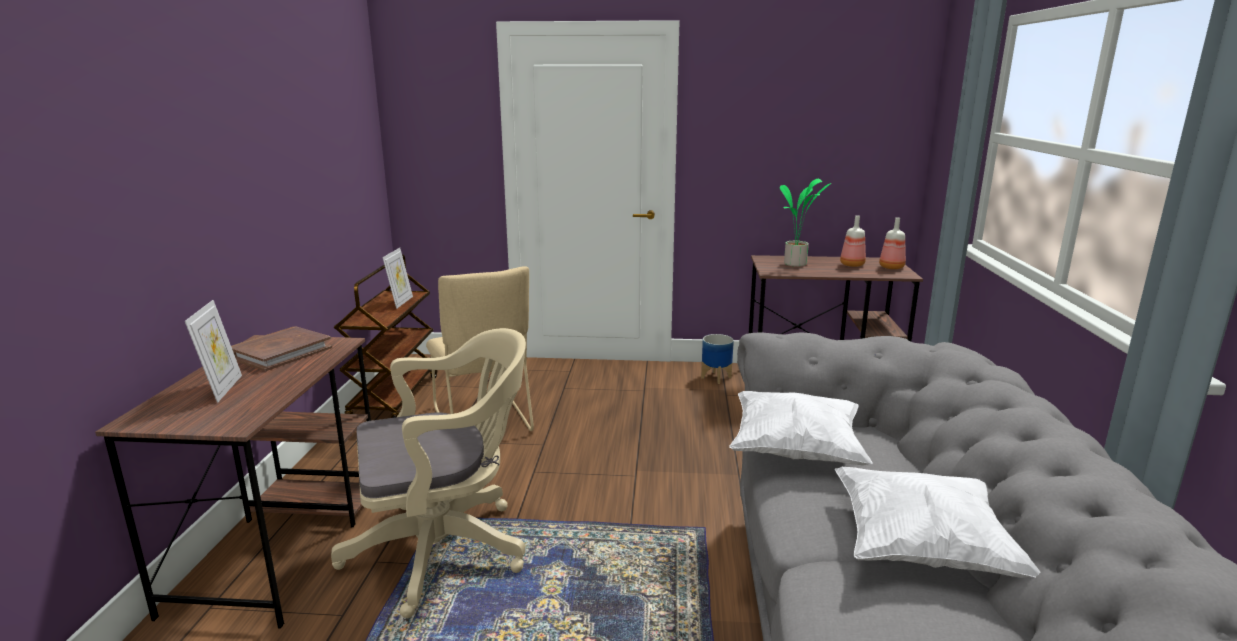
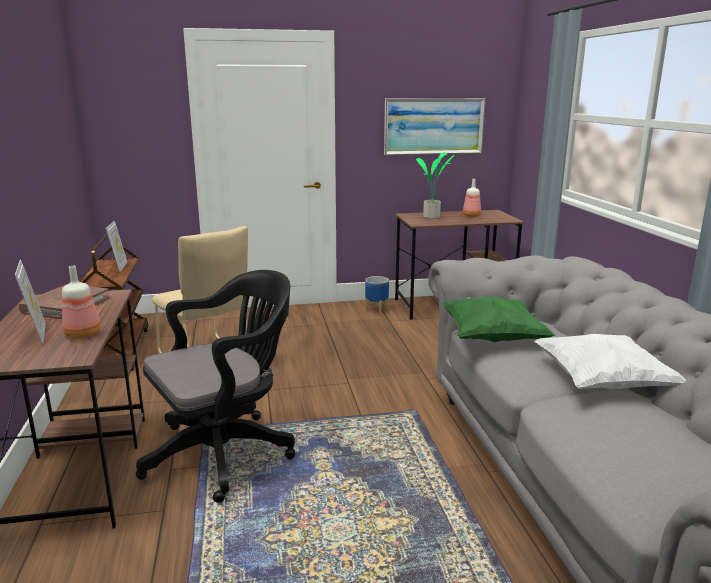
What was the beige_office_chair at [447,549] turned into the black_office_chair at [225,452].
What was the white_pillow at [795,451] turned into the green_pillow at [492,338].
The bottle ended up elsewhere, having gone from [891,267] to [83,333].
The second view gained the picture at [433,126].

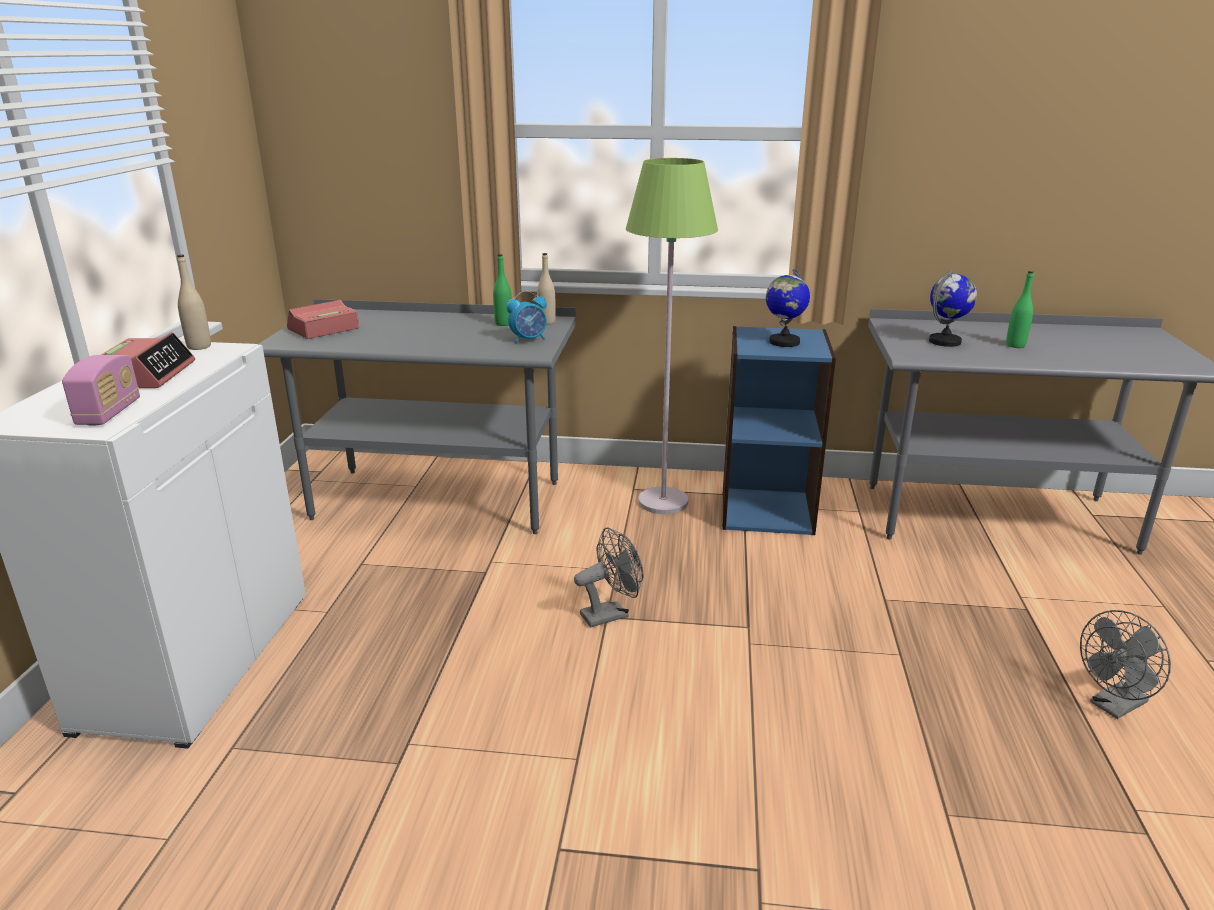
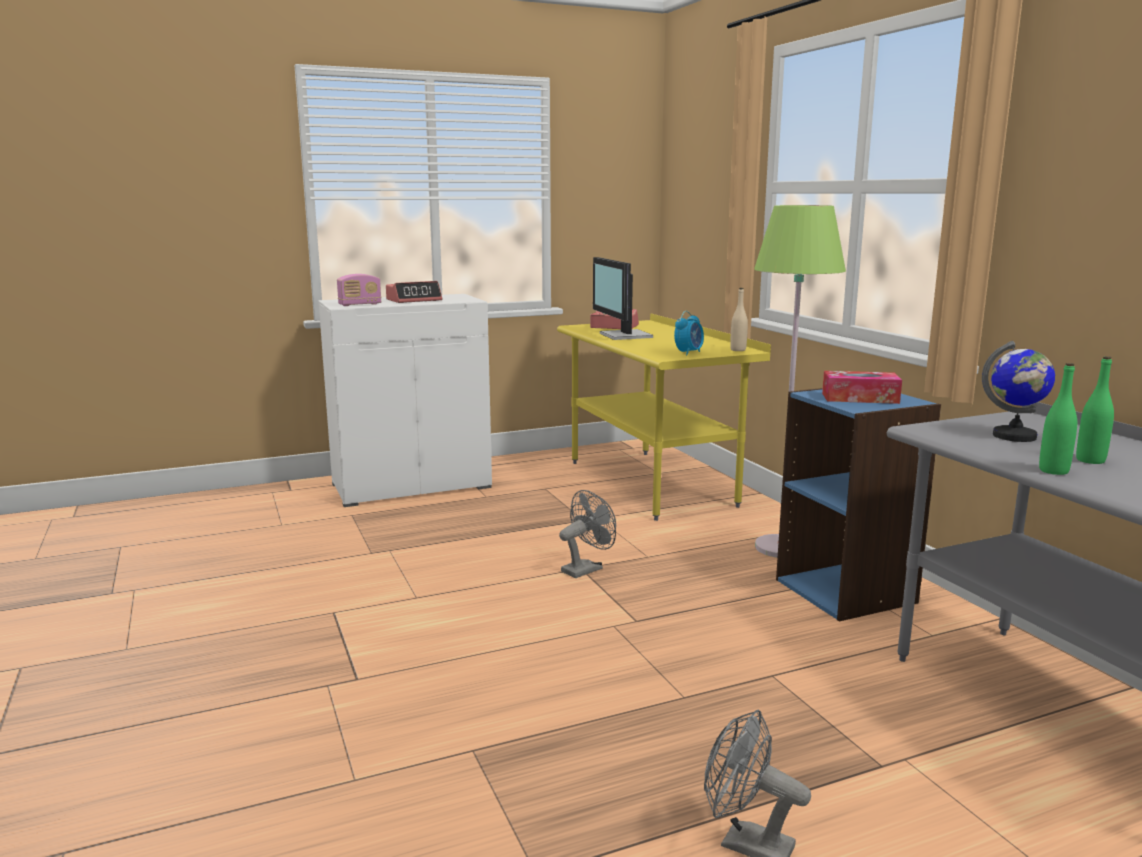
The second view lost the beige_bottle at [199,346].
What was the grey_desk at [438,500] turned into the yellow_desk at [651,483].
The green_bottle ended up elsewhere, having gone from [503,323] to [1053,471].
The alarm_clock at [529,340] ended up facing another way, 90 degrees counterclockwise from before.
The grey_fan at [611,614] ended up facing another way, 75 degrees counterclockwise from before.
Where the globe stood at [783,342], the tissue_box came to stand at [860,398].
The second view gained the monitor at [624,336].

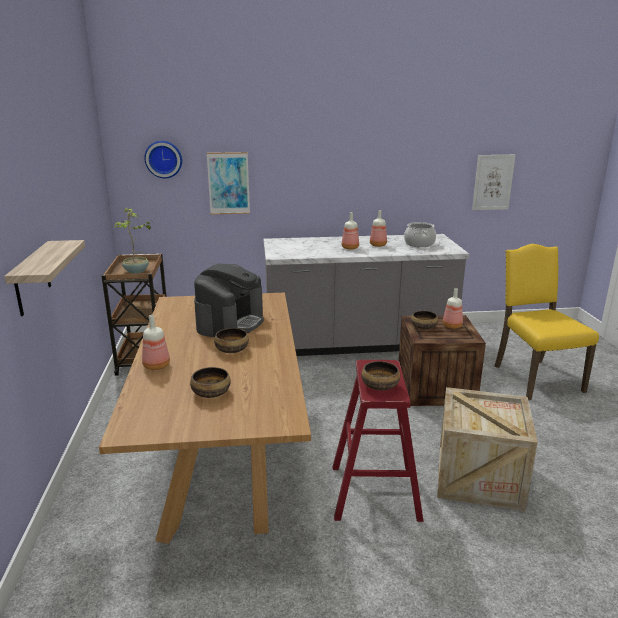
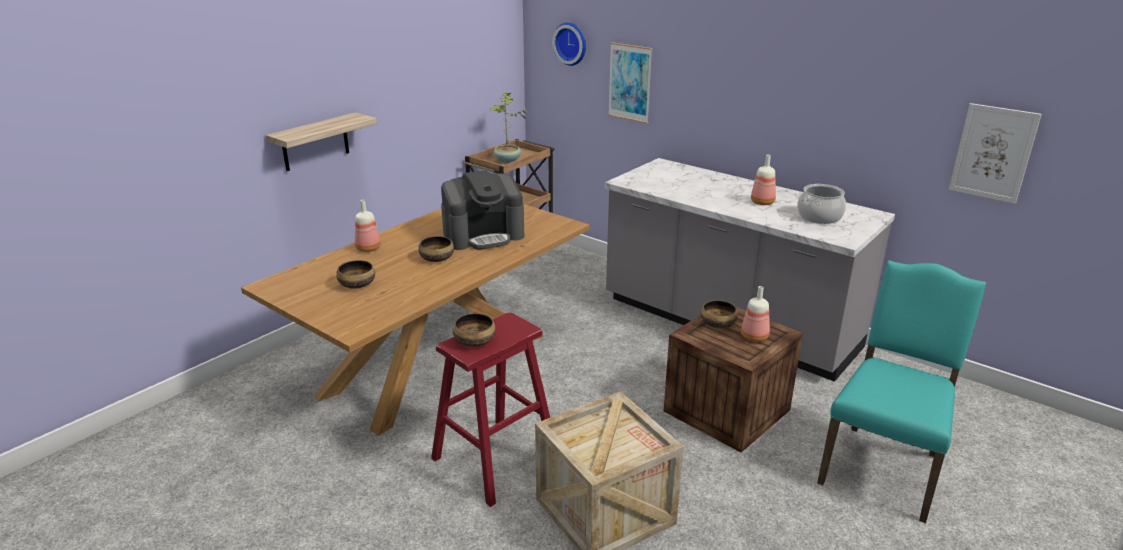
The second view lost the bottle at [349,248].
What was the yellow_chair at [534,378] turned into the turquoise_chair at [882,467].

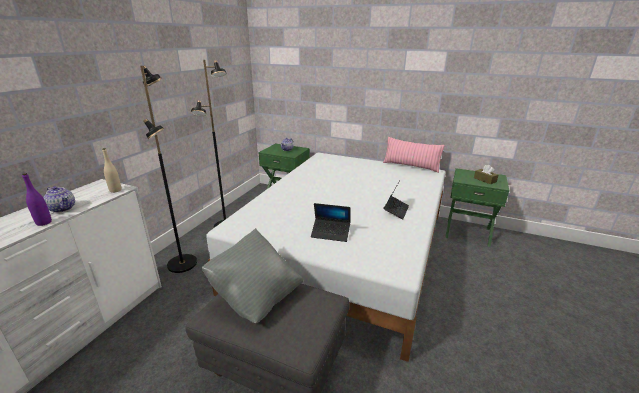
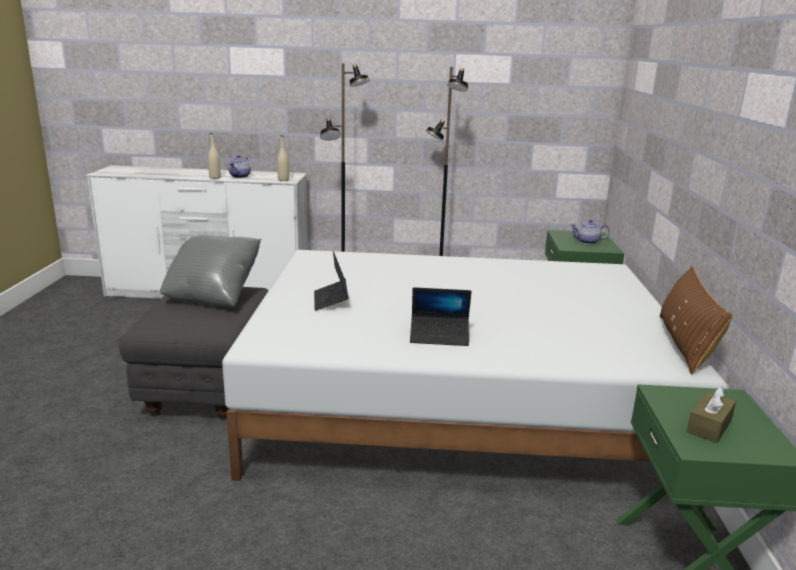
What was the purple_bottle at [44,222] turned into the beige_bottle at [215,177].
What was the pink_pillow at [410,166] turned into the brown_pillow at [685,343].

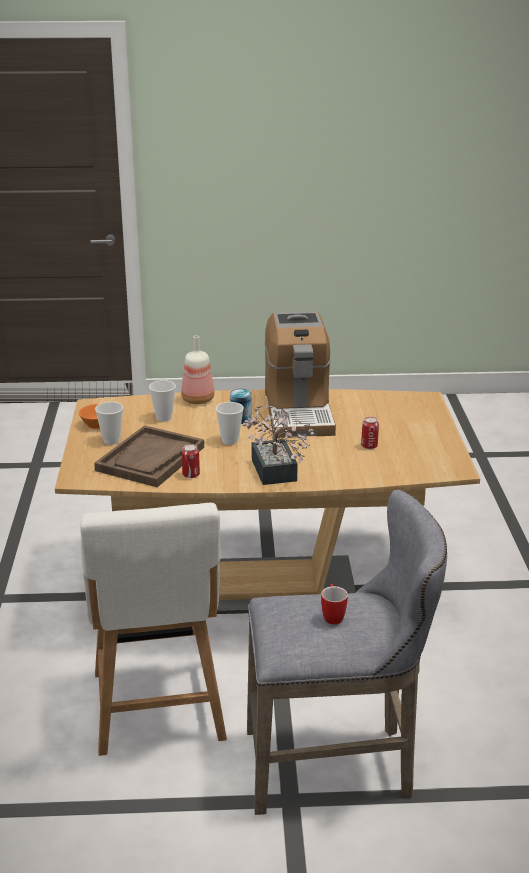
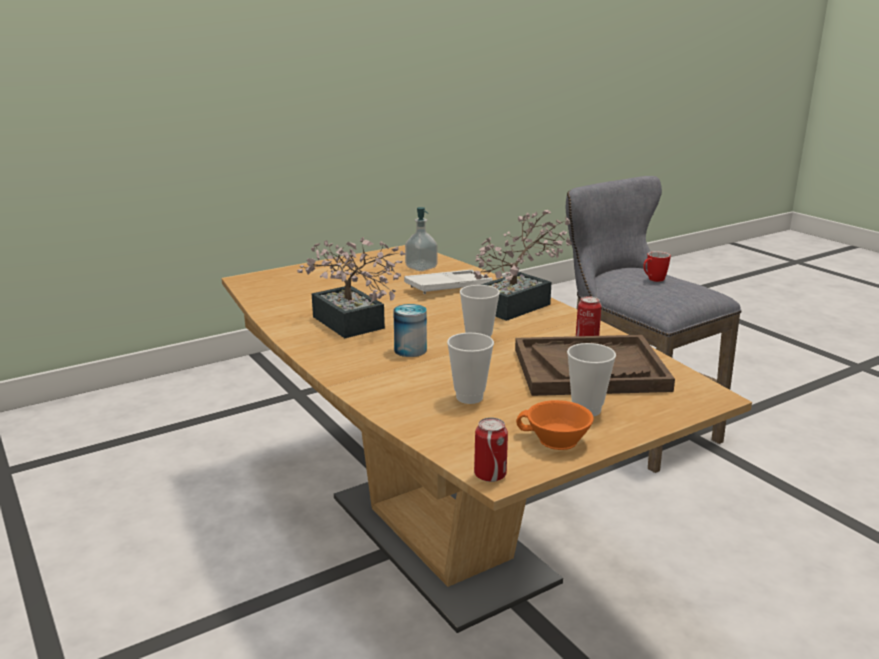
The second view lost the white_chair at [158,711].
The second view lost the bottle at [197,400].
Where the coffee_machine stood at [298,412], the potted_plant came to stand at [352,325].
The can ended up elsewhere, having gone from [369,446] to [490,475].
The second view gained the white_tray at [448,287].
The second view gained the soap_dispenser at [421,267].

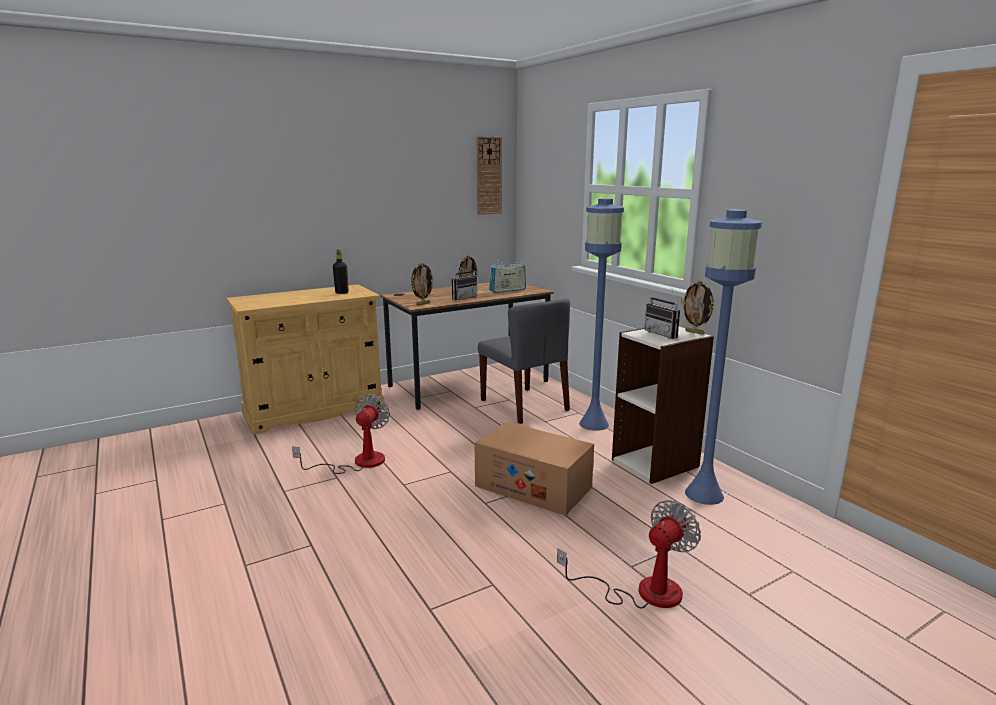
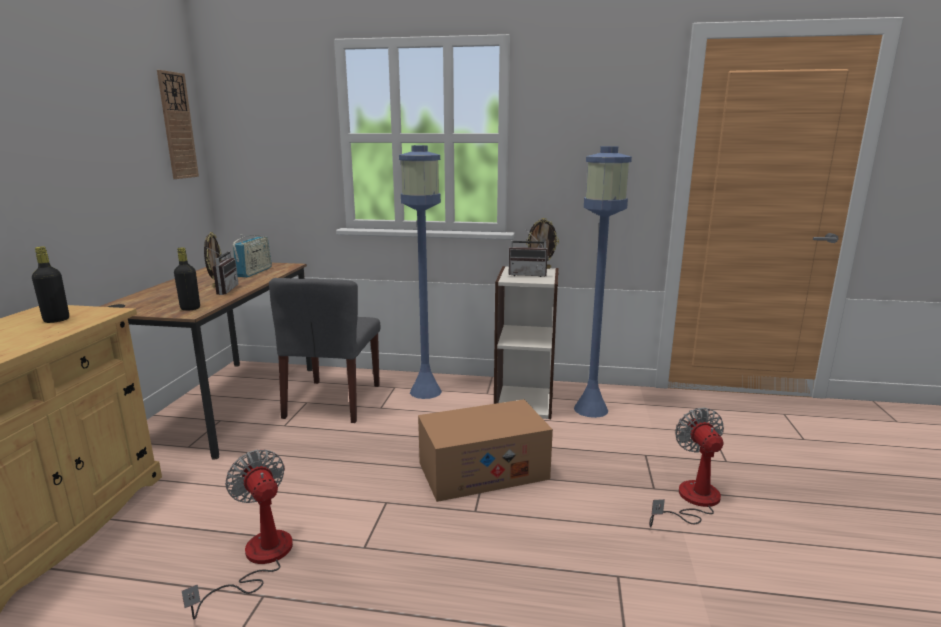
Where the picture_frame stood at [423,304], the black_bottle came to stand at [190,308].
The grey_chair at [524,405] ended up facing another way, 90 degrees clockwise from before.

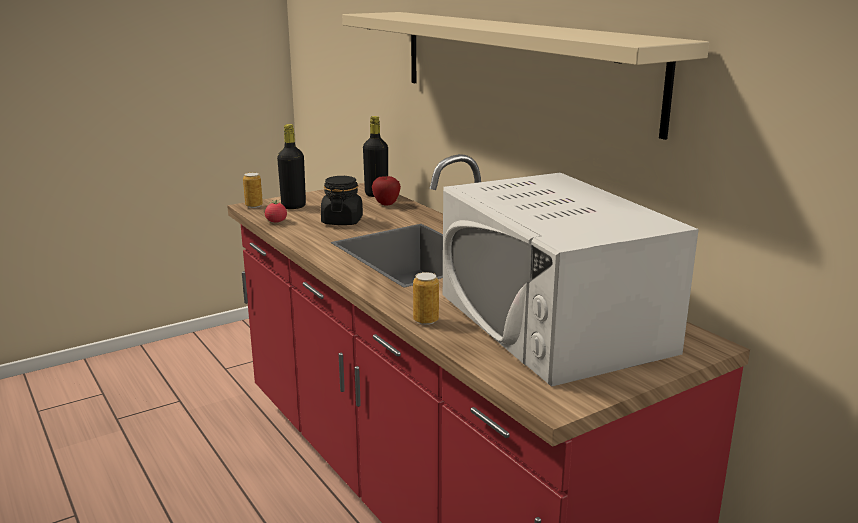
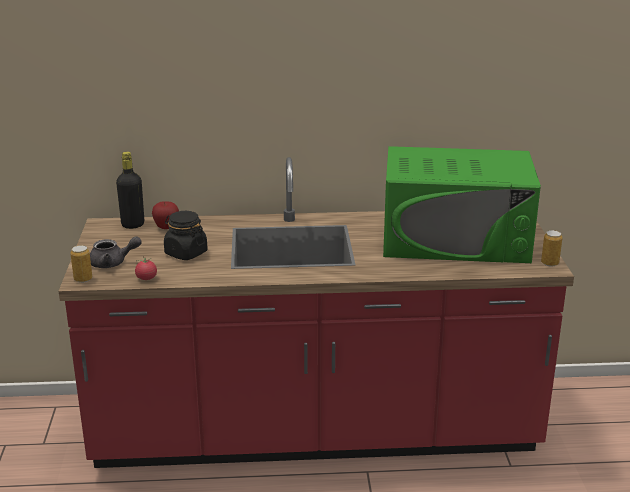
Where the black_bottle stood at [293,206], the grey_teapot came to stand at [113,263].
The second view lost the beige_shelf at [517,65].
The can ended up elsewhere, having gone from [426,320] to [549,263].
What was the white_microwave at [552,322] turned into the green_microwave at [455,239].

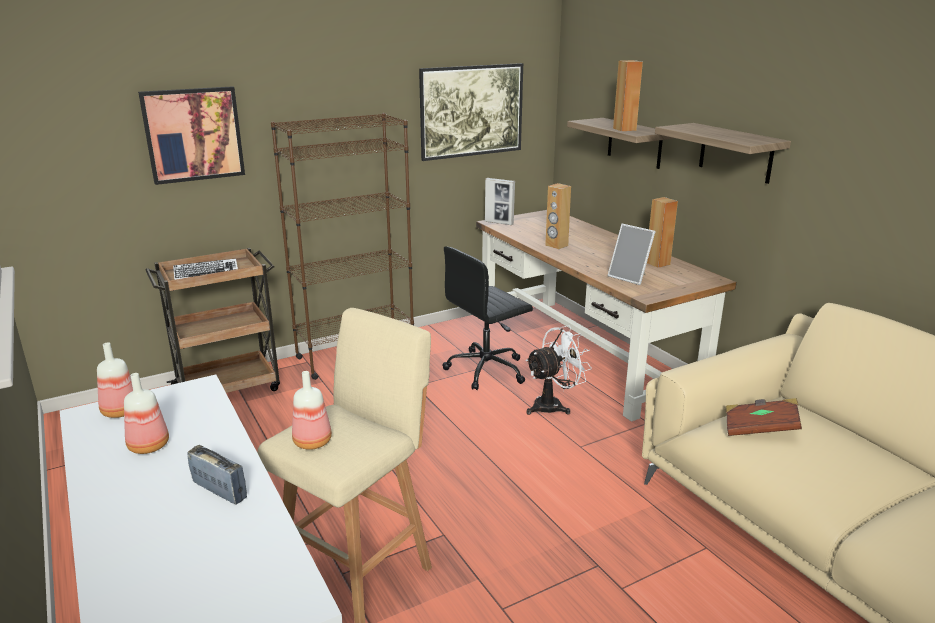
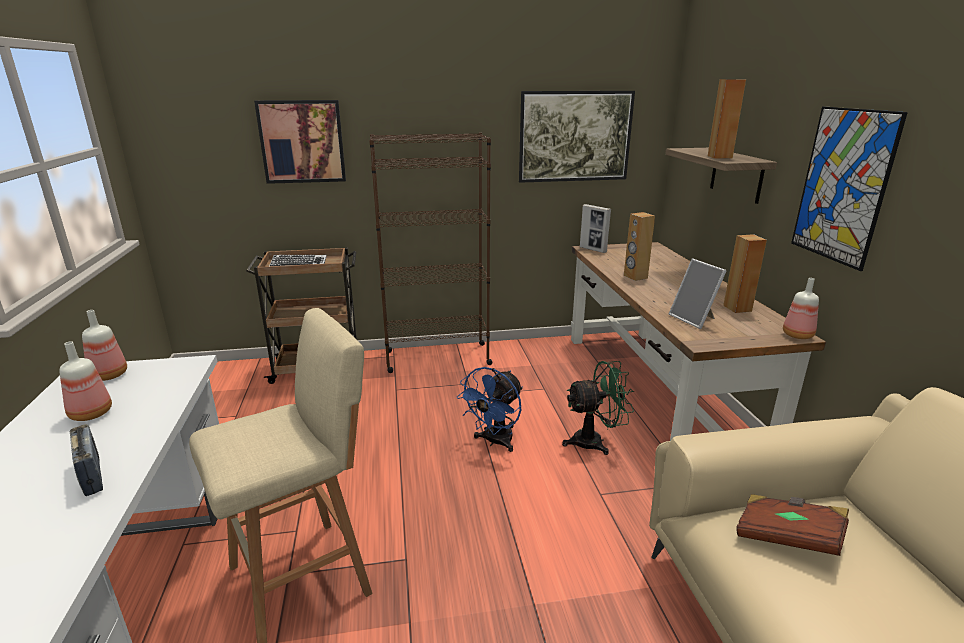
The bottle ended up elsewhere, having gone from [313,442] to [798,335].
The second view lost the black_office_chair at [487,370].
What was the white_fan at [553,405] turned into the green_fan at [595,441].
Where the shelf hung at [735,153], the picture came to hang at [843,186].
The second view gained the blue_fan at [494,442].

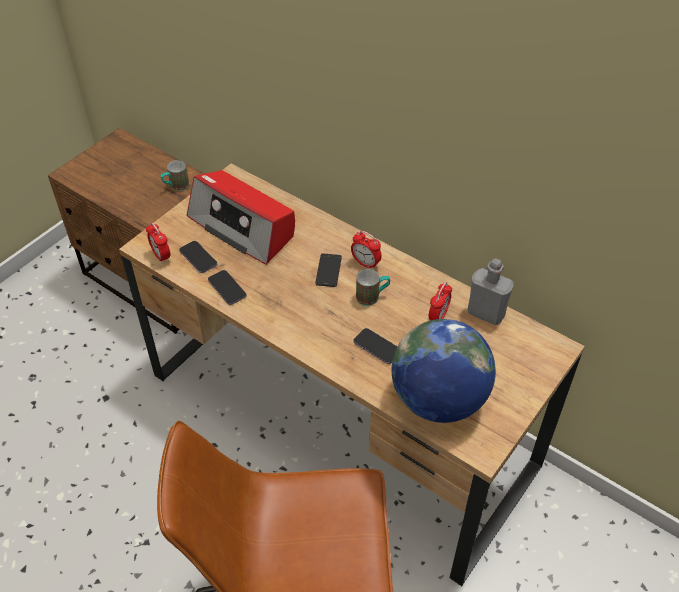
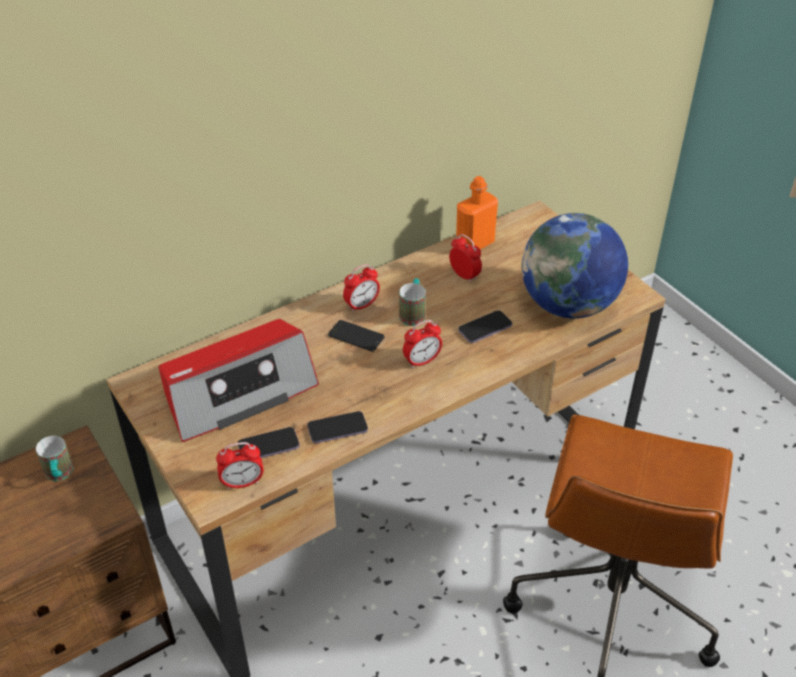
What was the grey_bottle at [486,313] turned into the orange_bottle at [474,244].
The second view gained the alarm_clock at [422,361].

